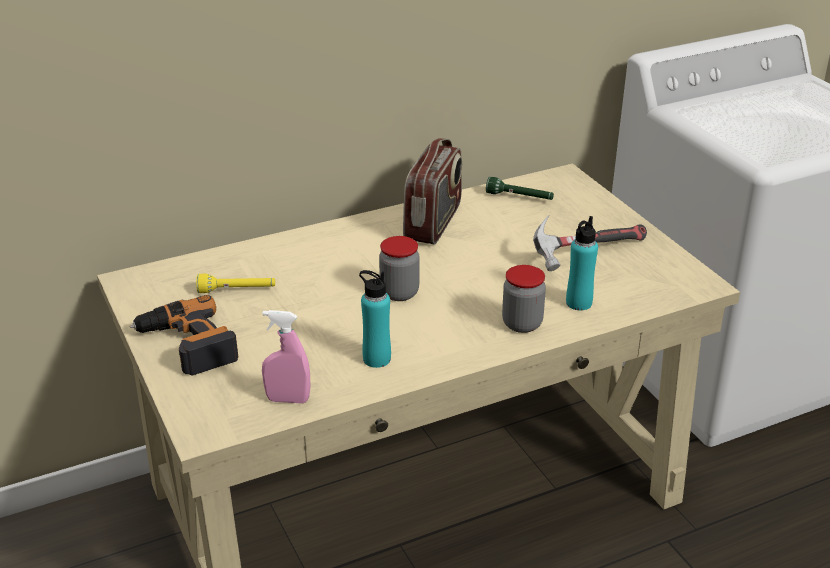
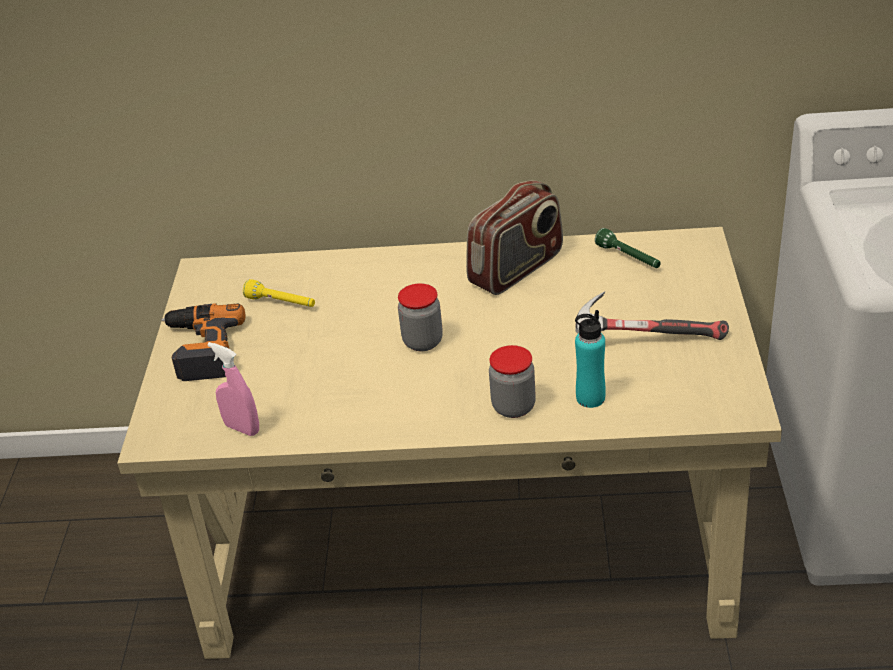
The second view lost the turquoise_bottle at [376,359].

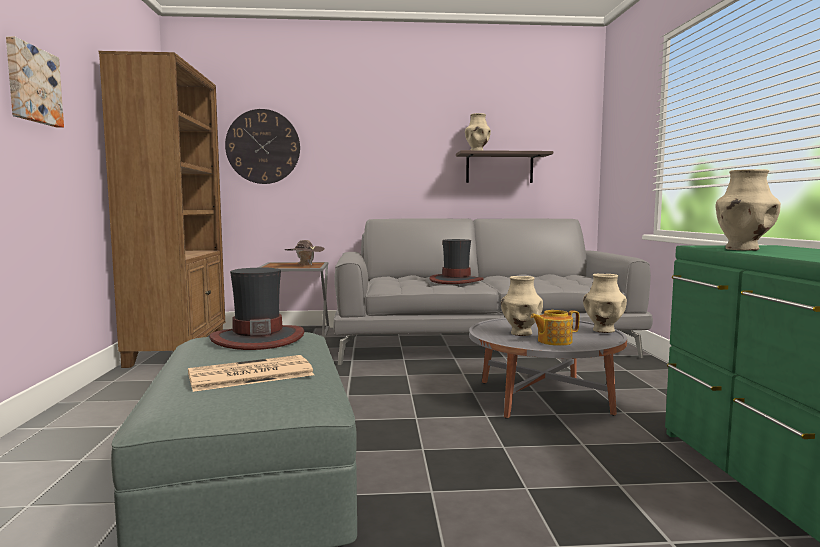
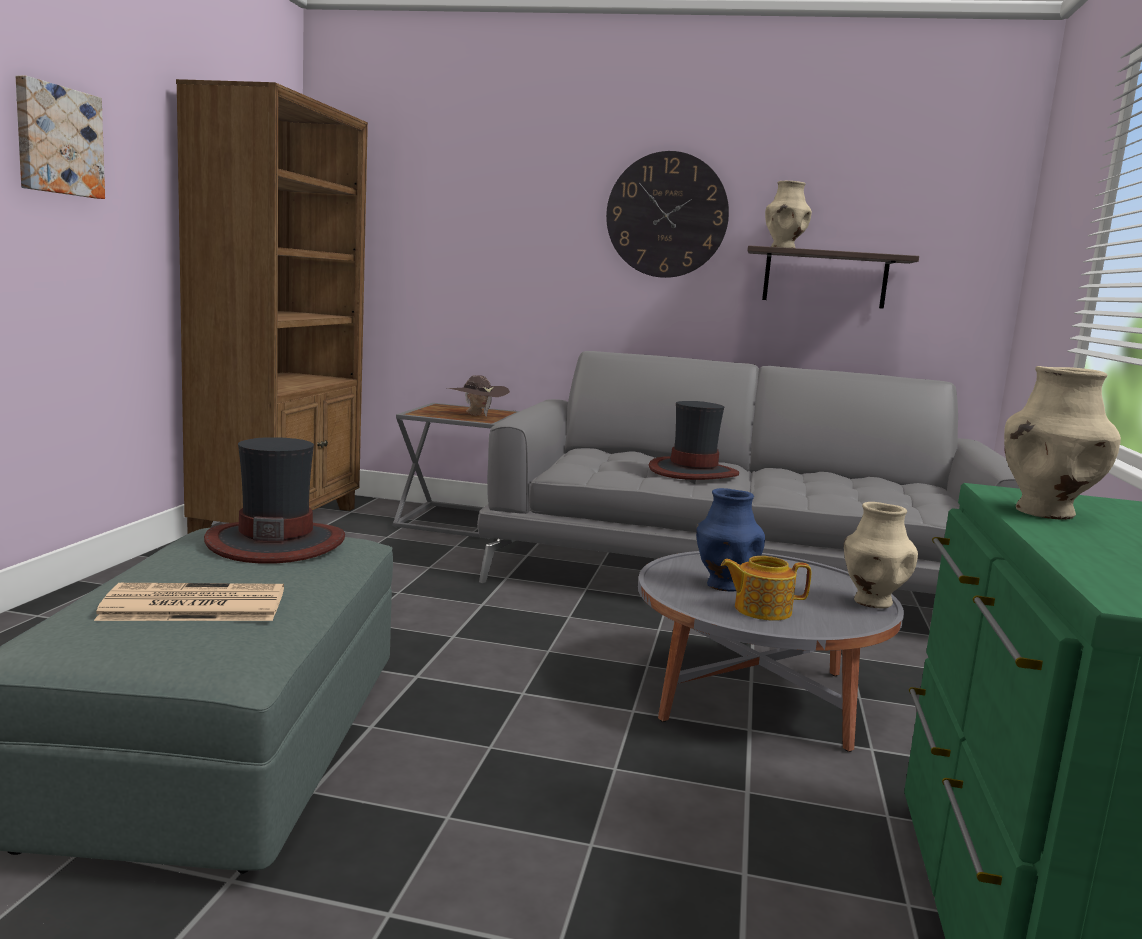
The wall_clock ended up elsewhere, having gone from [263,146] to [667,215].
What was the beige_vase at [521,333] turned into the blue_vase at [724,585].

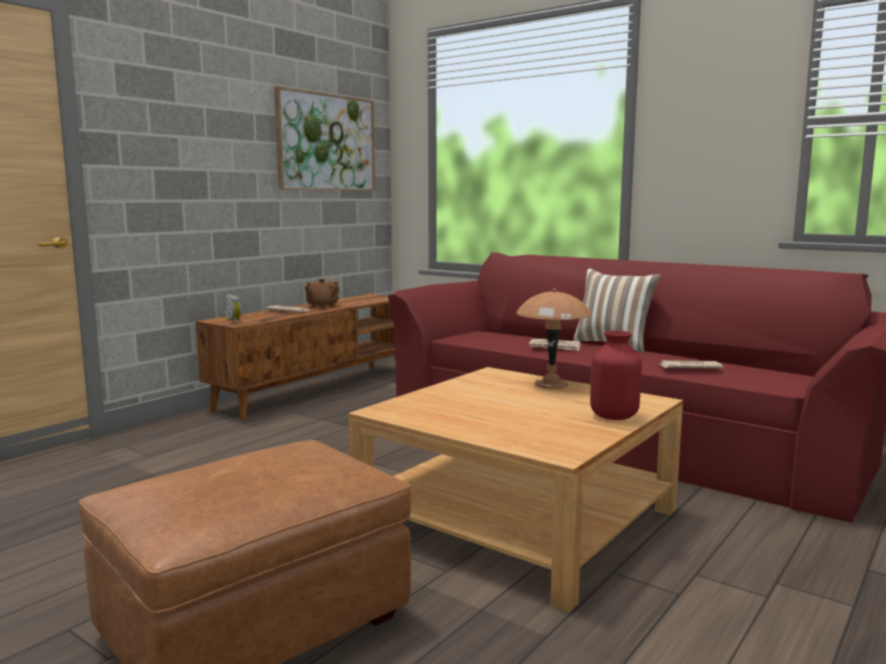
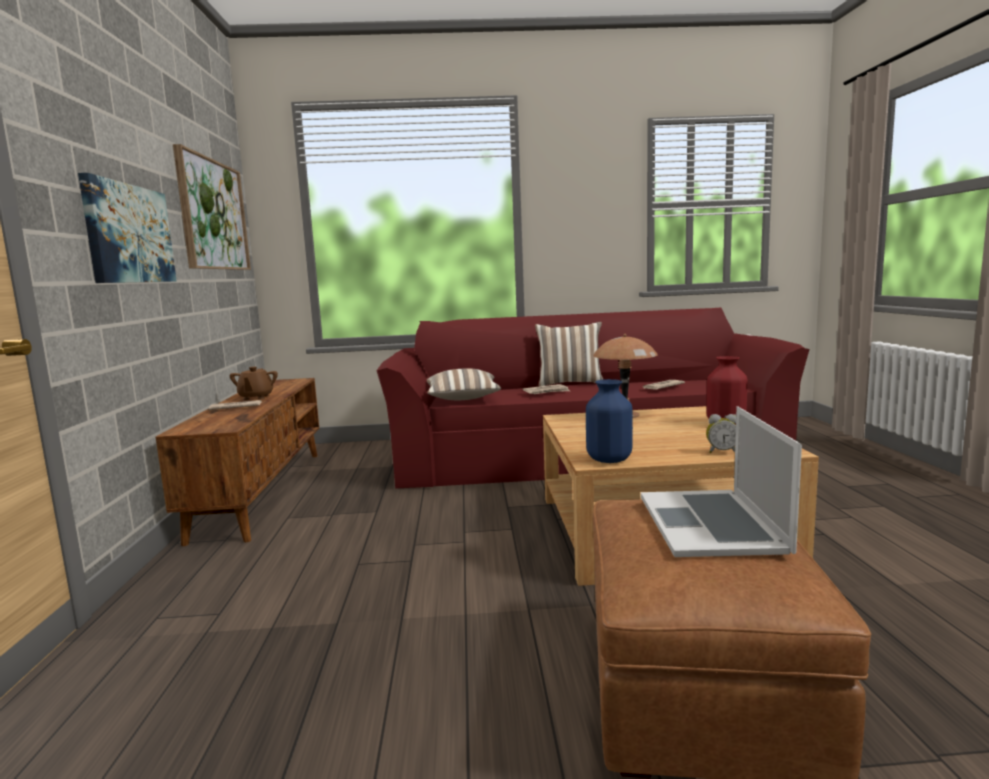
The alarm_clock ended up elsewhere, having gone from [234,321] to [722,451].
The second view gained the picture at [129,234].
The second view gained the pillow at [463,399].
The second view gained the blue_vase at [609,459].
The second view gained the laptop at [711,522].

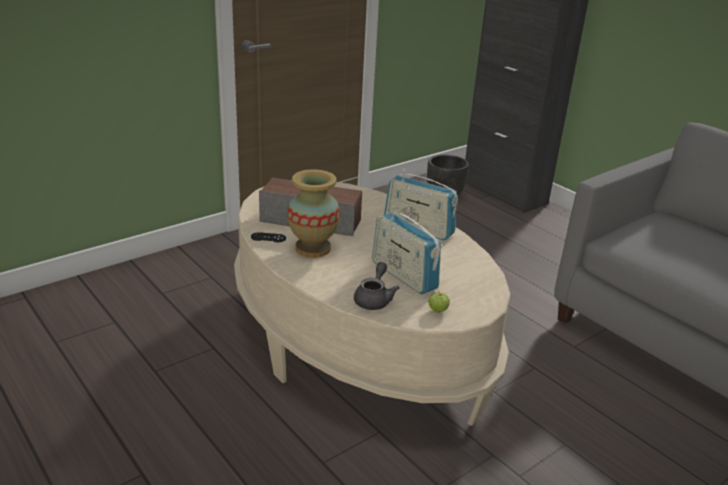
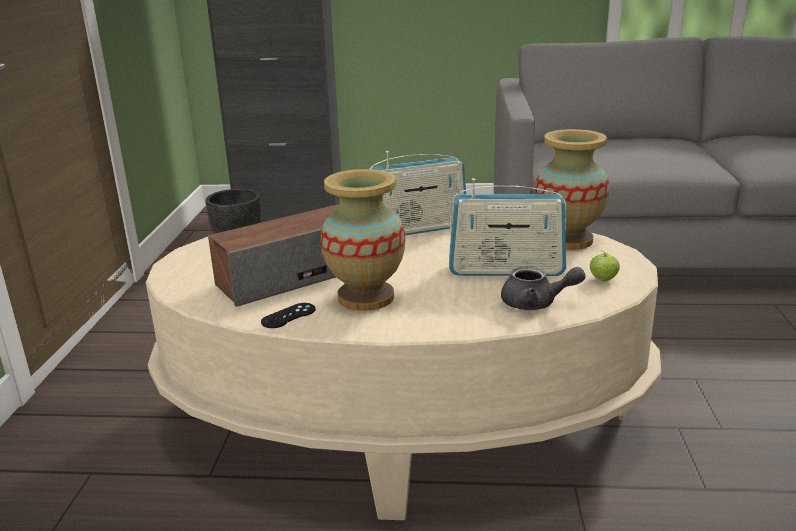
The grey_teapot at [374,299] ended up facing another way, 135 degrees clockwise from before.
The second view gained the vase at [567,240].

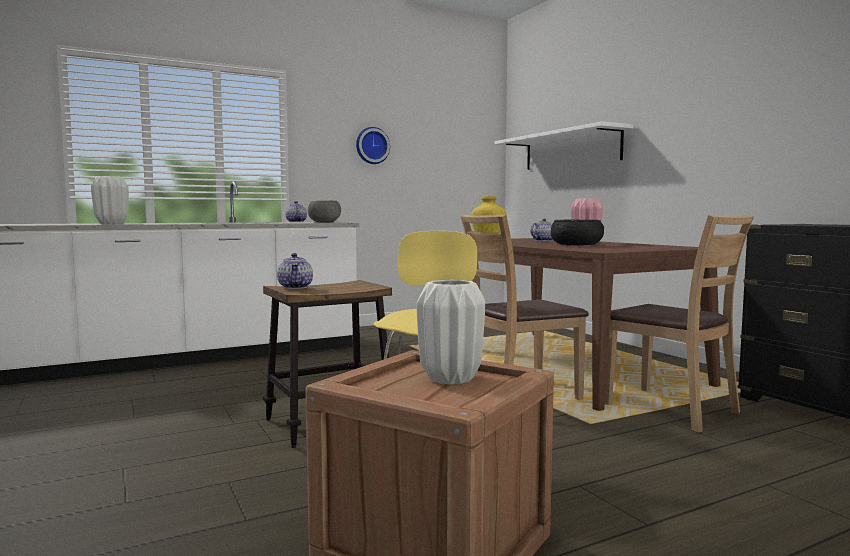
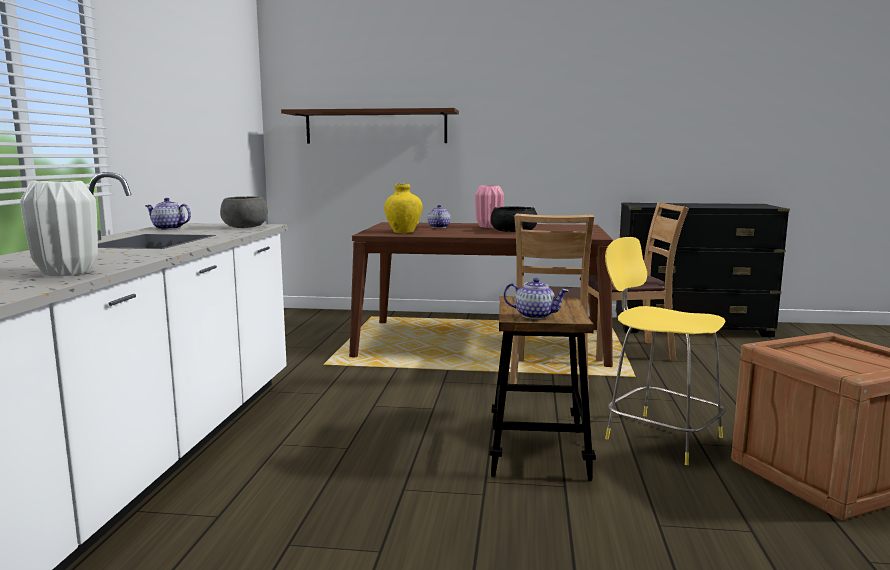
The second view lost the wall_clock at [372,145].
The second view lost the white_vase at [451,379].
What was the white_shelf at [571,150] turned into the brown_shelf at [376,127].

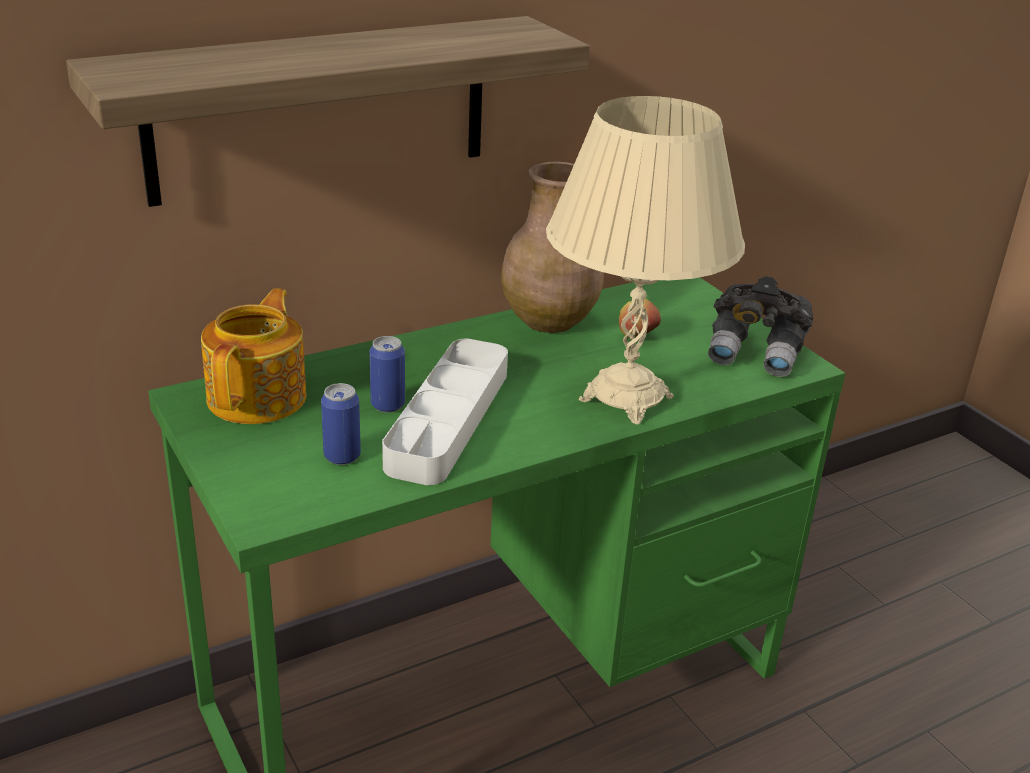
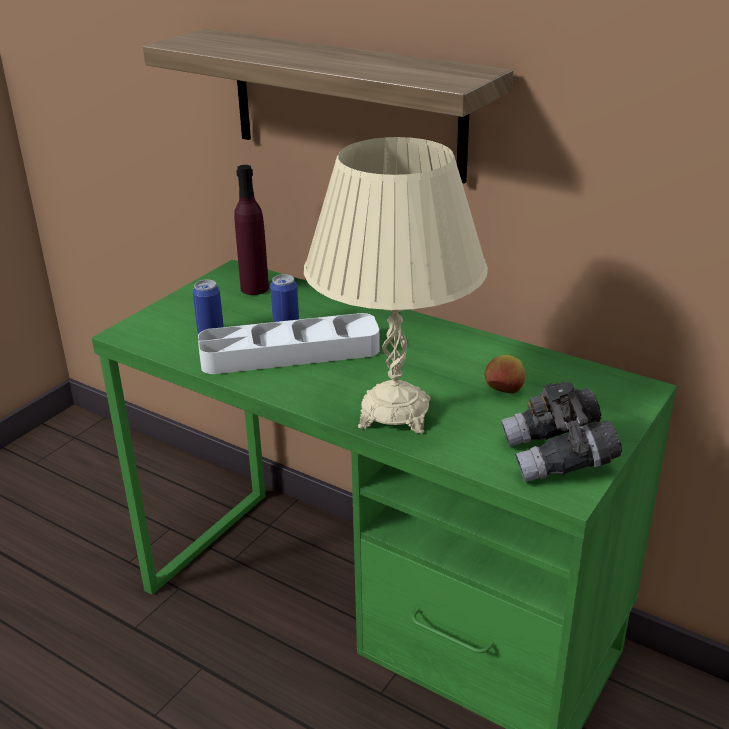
Where the teapot stood at [259,397], the purple_bottle came to stand at [254,288].
The second view lost the brown_vase at [550,321].

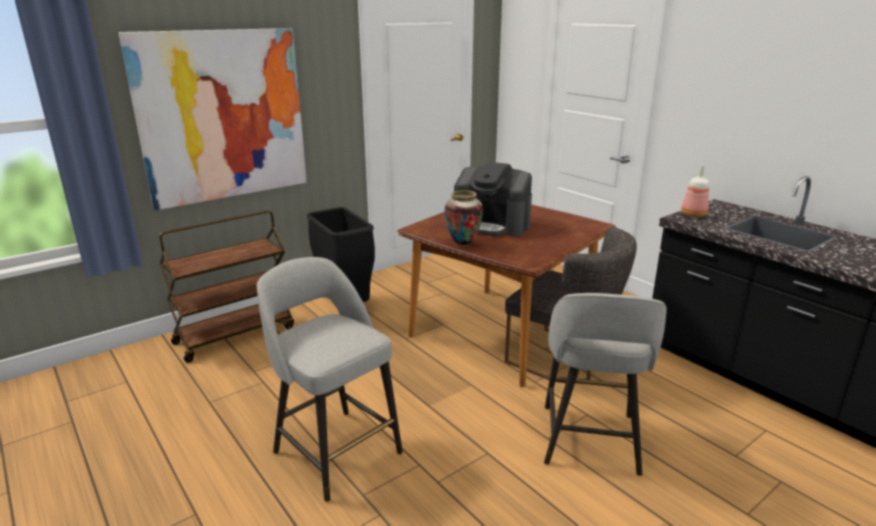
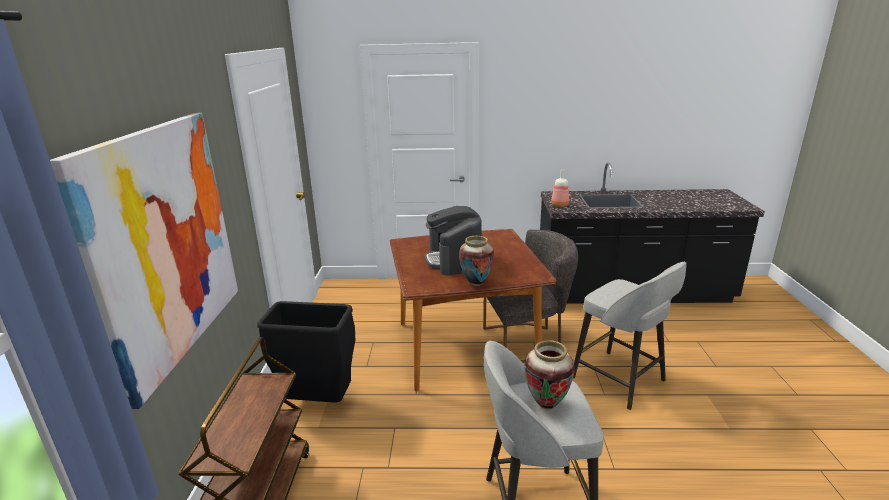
The coffee_machine at [492,225] ended up facing another way, 105 degrees clockwise from before.
The second view gained the vase at [547,404].

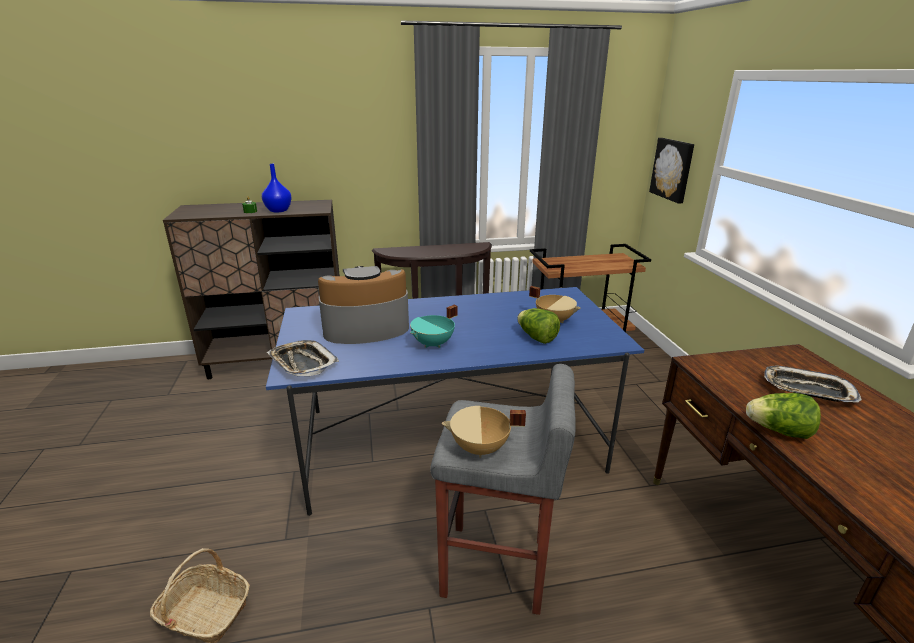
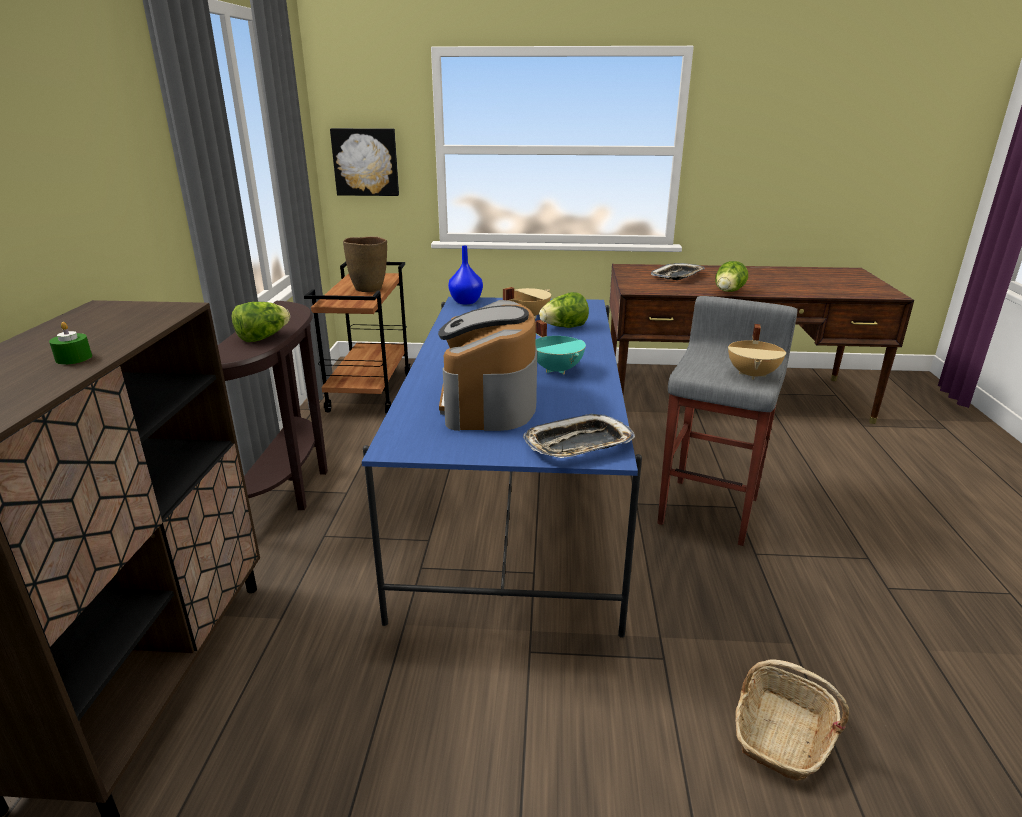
The blue_vase ended up elsewhere, having gone from [278,210] to [466,302].
The second view gained the lettuce at [263,338].
The second view gained the brown_vase at [369,289].

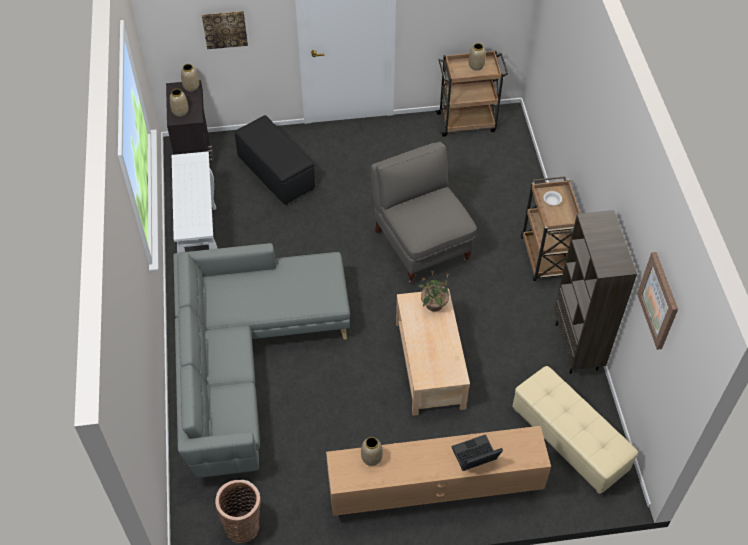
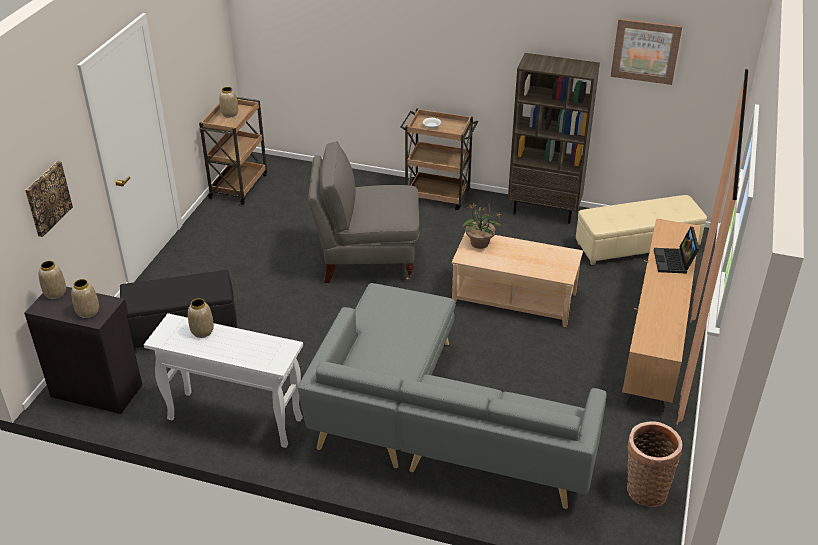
The vase ended up elsewhere, having gone from [371,458] to [203,331].

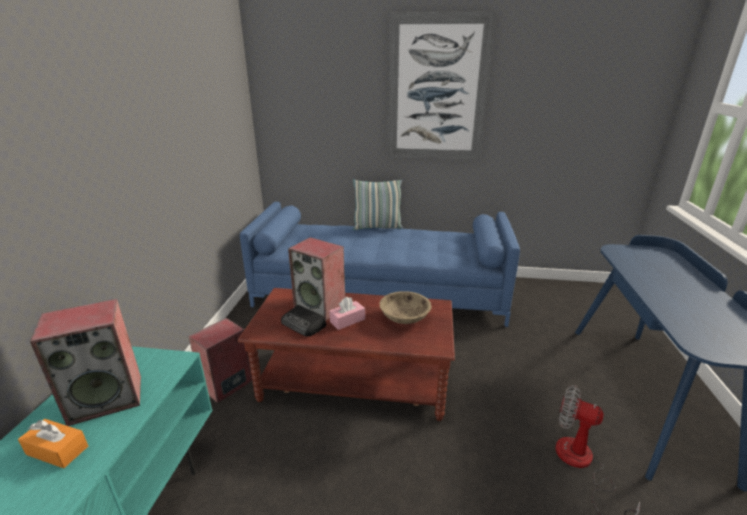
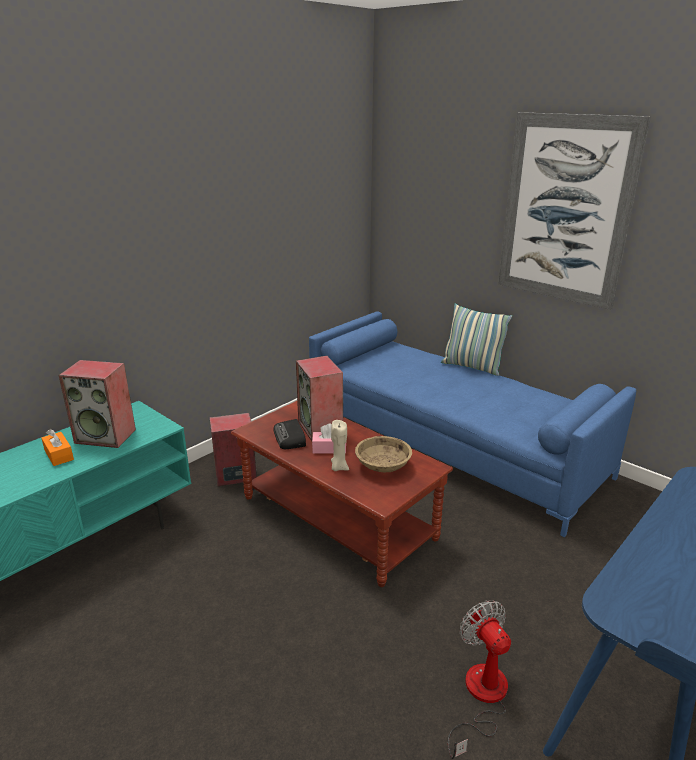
The second view gained the beige_candle at [339,467].

